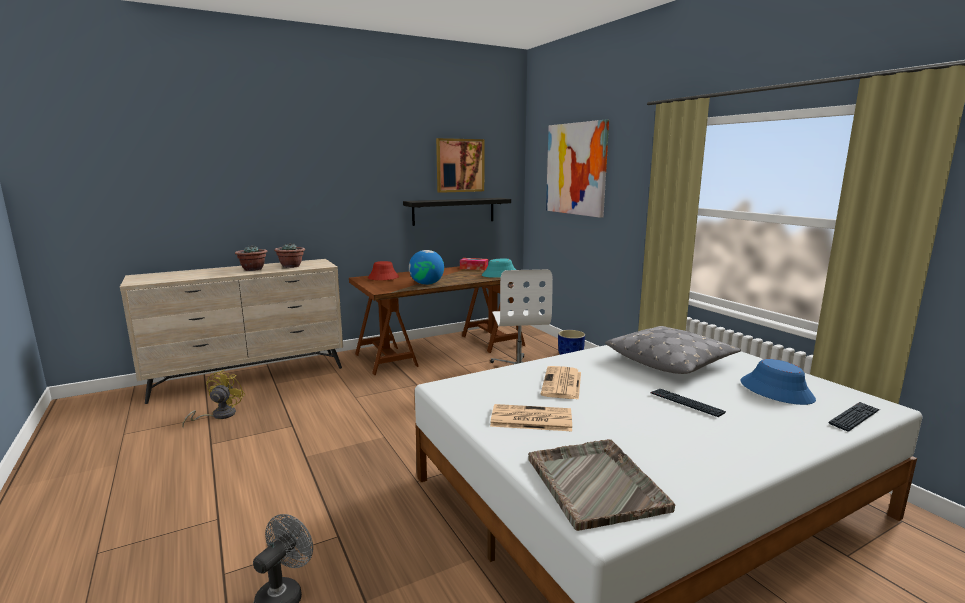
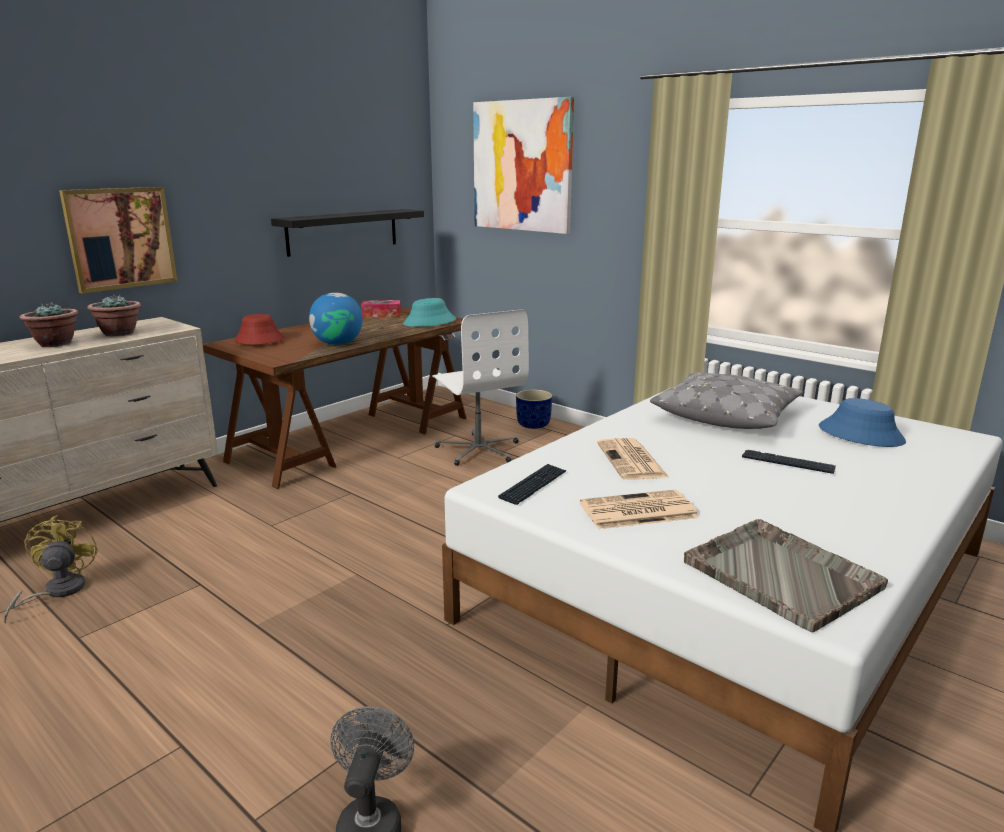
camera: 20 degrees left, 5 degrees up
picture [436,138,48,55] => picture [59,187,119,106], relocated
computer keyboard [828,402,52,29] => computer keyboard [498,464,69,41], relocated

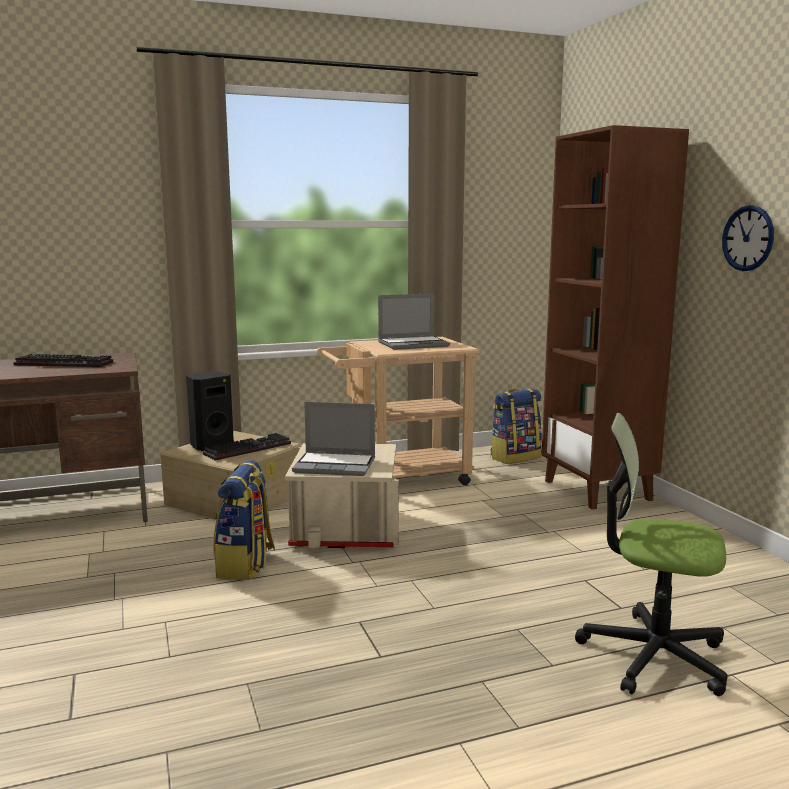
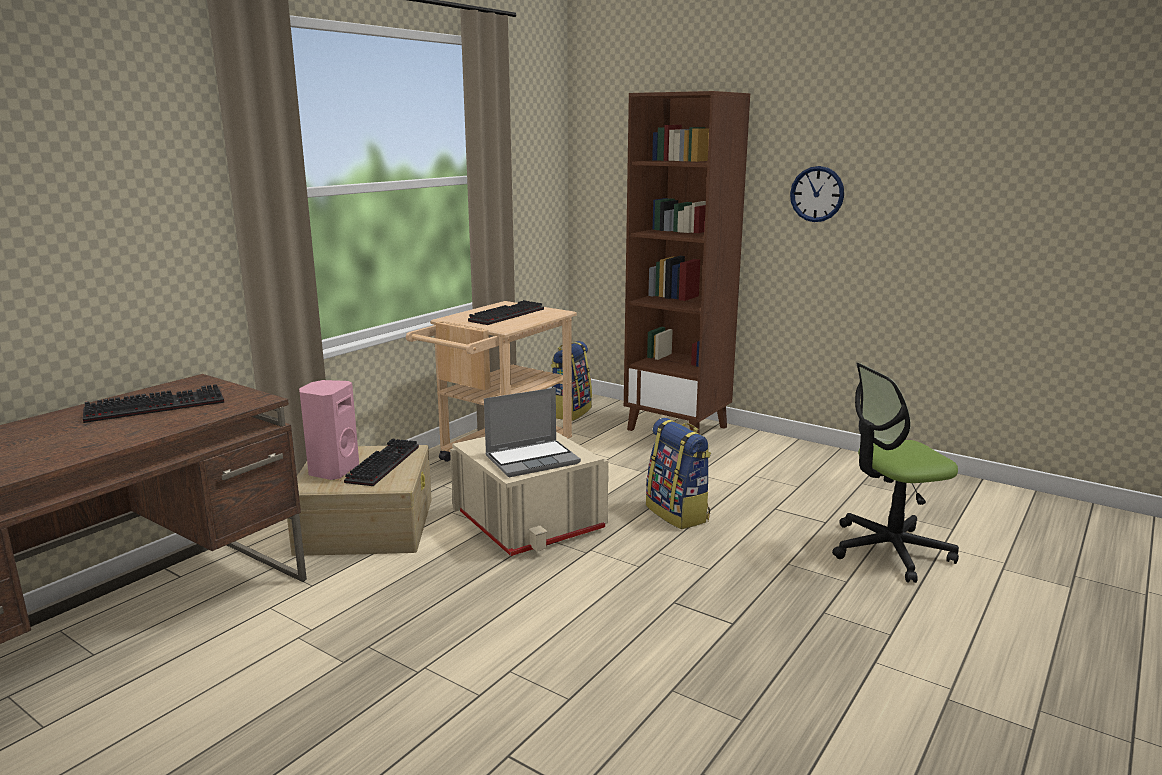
camera: 35 degrees left, 5 degrees up
audio speaker (black) [186,371,48,80] => audio speaker (pink-coloured) [299,380,60,100]
rucksack [213,460,62,120] => rucksack [646,418,65,111], relocated
laptop [378,293,72,57] => computer keyboard [468,300,76,25]

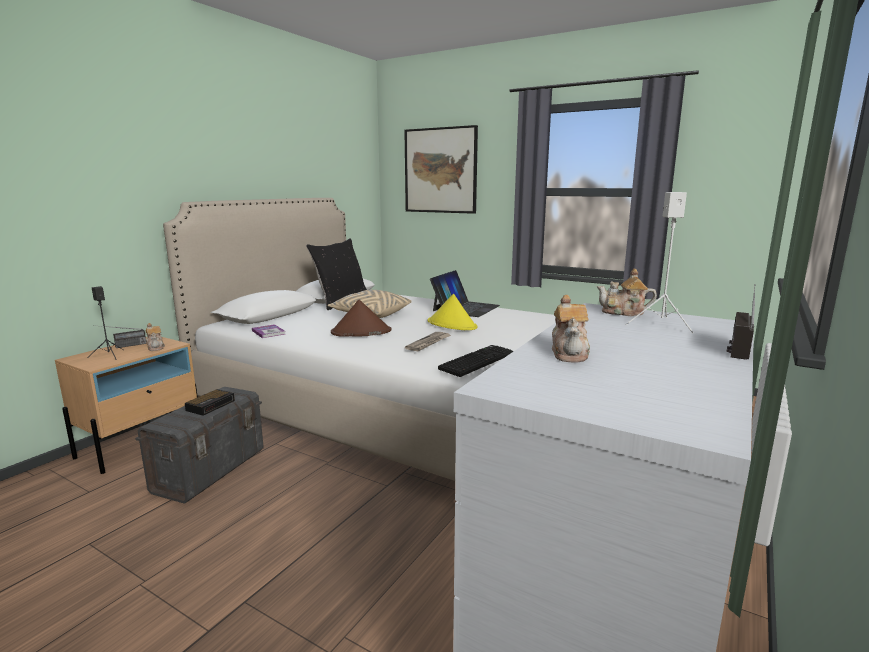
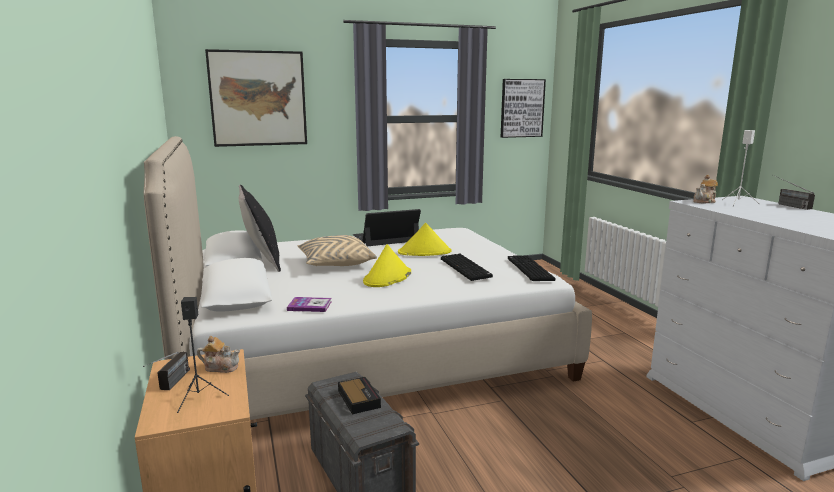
camera: 50 degrees left, 0 degrees up
clothing hat (brown-coloured) [331,300,60,37] => clothing hat (yellow-coloured) [363,244,48,43]
daily paper [405,332,46,19] => computer keyboard [441,253,52,28]
laptop [430,270,70,47] => laptop [353,209,68,37], 90 degrees counterclockwise
tea pot [552,295,38,67] => nothing
nothing => picture [501,79,45,59]

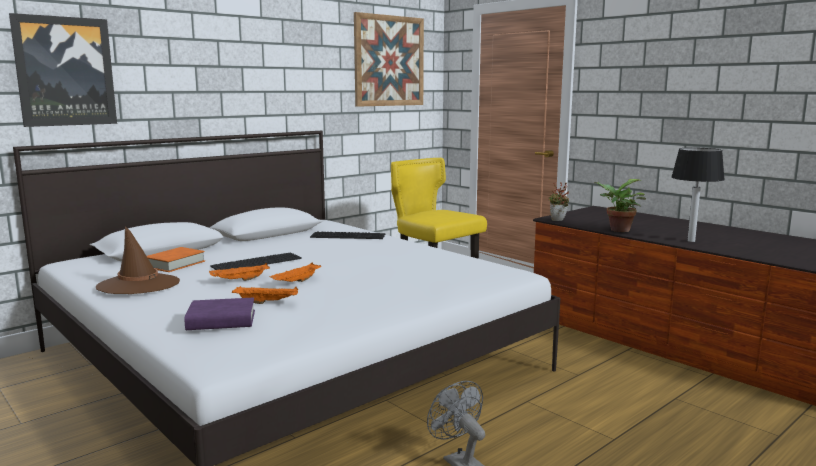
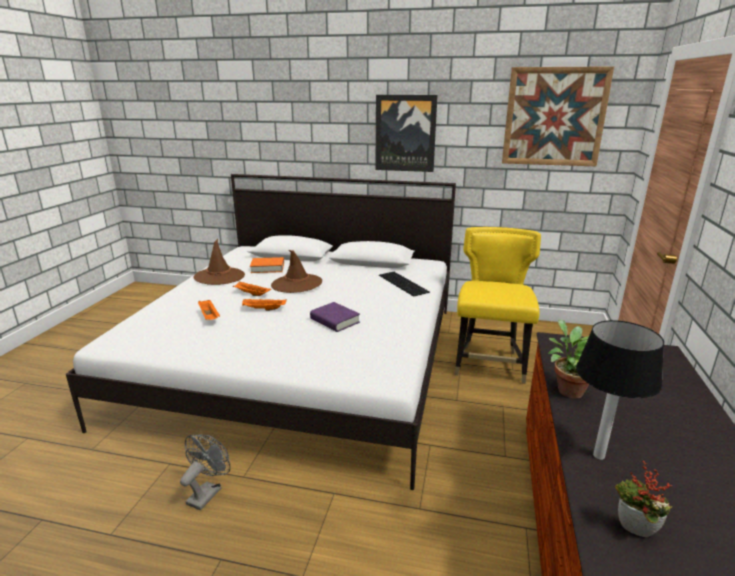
camera: 55 degrees right, 10 degrees up
picture [9,13,108,114] => picture [375,95,62,77], relocated
bound book (purple-coloured) [184,297,71,33] => bound book (purple-coloured) [310,302,50,30], relocated
computer keyboard [210,252,92,18] => clothing hat (brown-coloured) [271,250,51,43]
plant in a pot [549,182,20,39] => plant in a pot [615,461,57,76], relocated

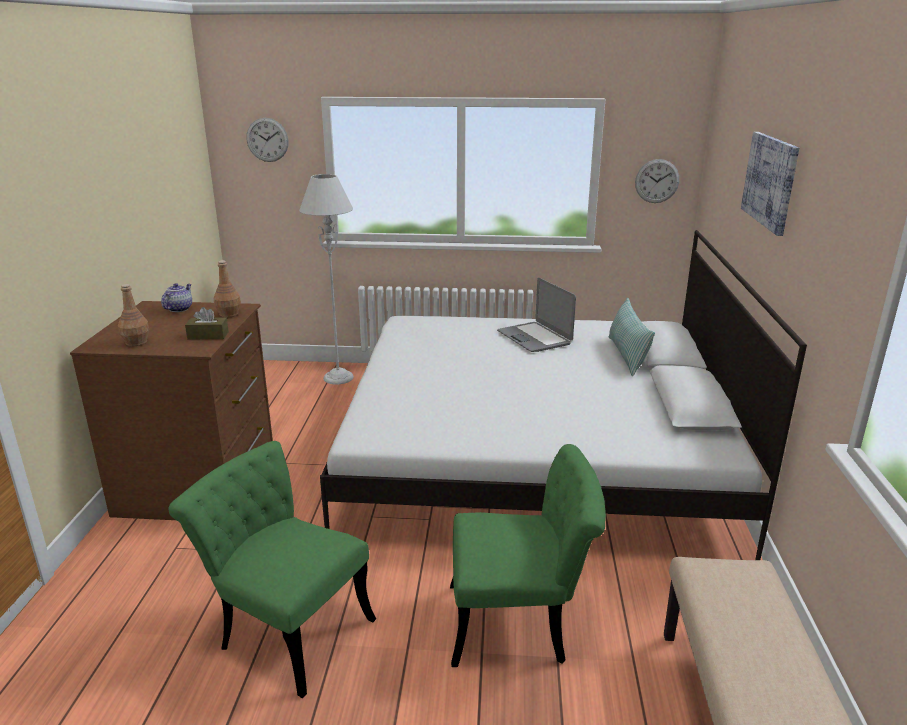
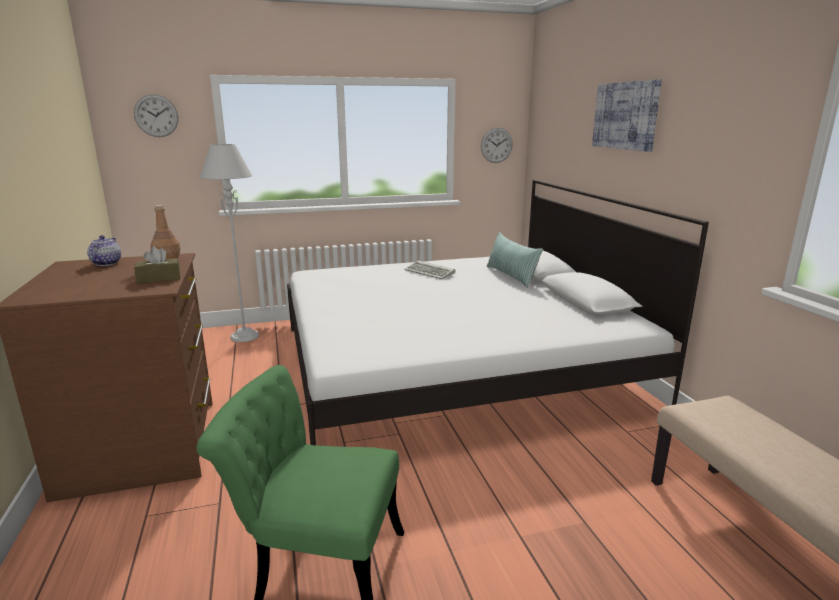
camera: 20 degrees left, 5 degrees down
beverage bottle (brown-coloured) [118,284,31,62] => nothing
upright chair (green) [450,444,156,223] => nothing
laptop [497,278,79,74] => computer keyboard [404,260,51,19]

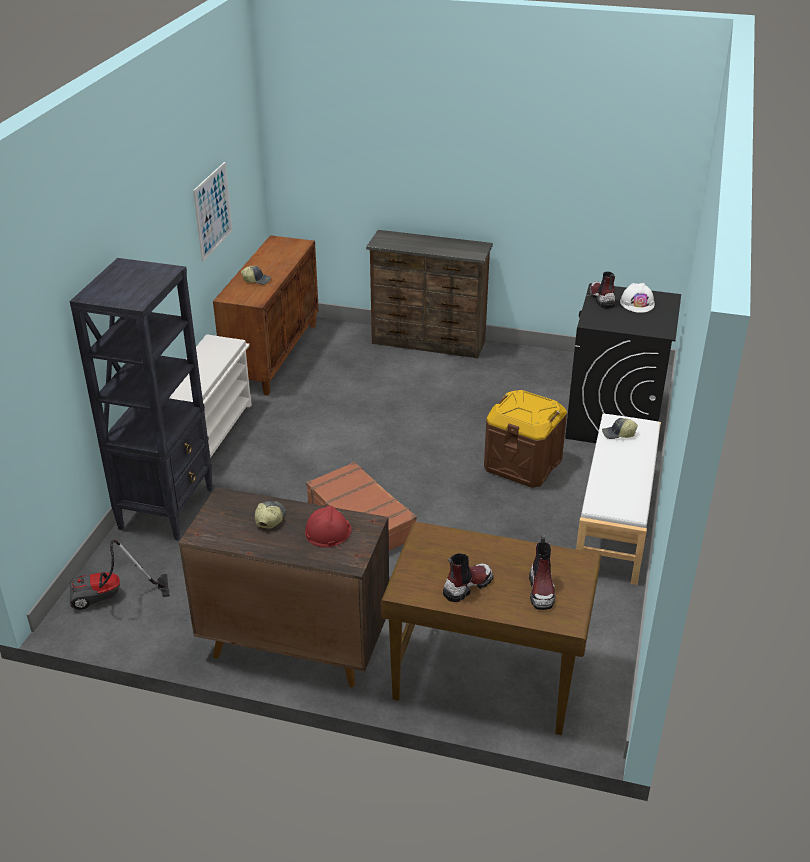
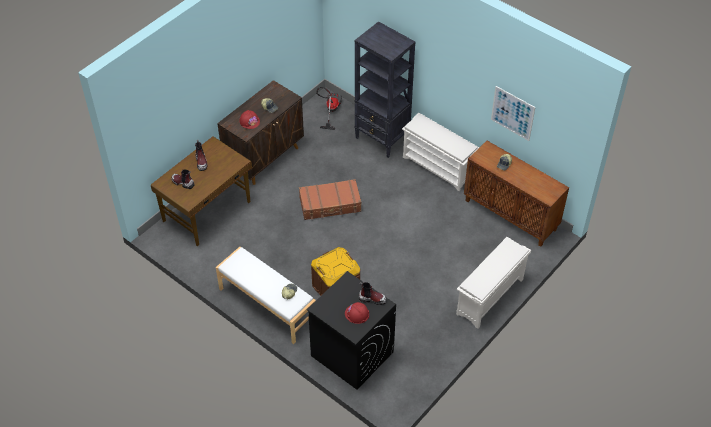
camera: 115 degrees right, 15 degrees up
drawer chest (brown-coloured) [366,230,127,129] => shoe shelf (white) [456,237,75,92]
work helmet (white) [620,283,35,30] => work helmet (red-coloured) [345,302,24,22]

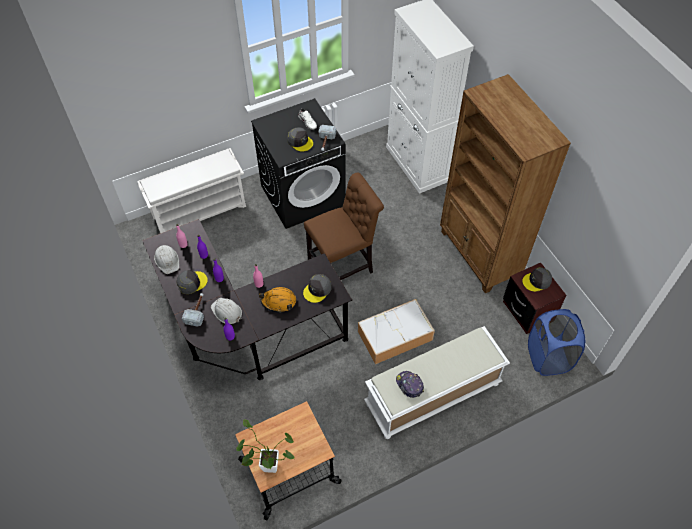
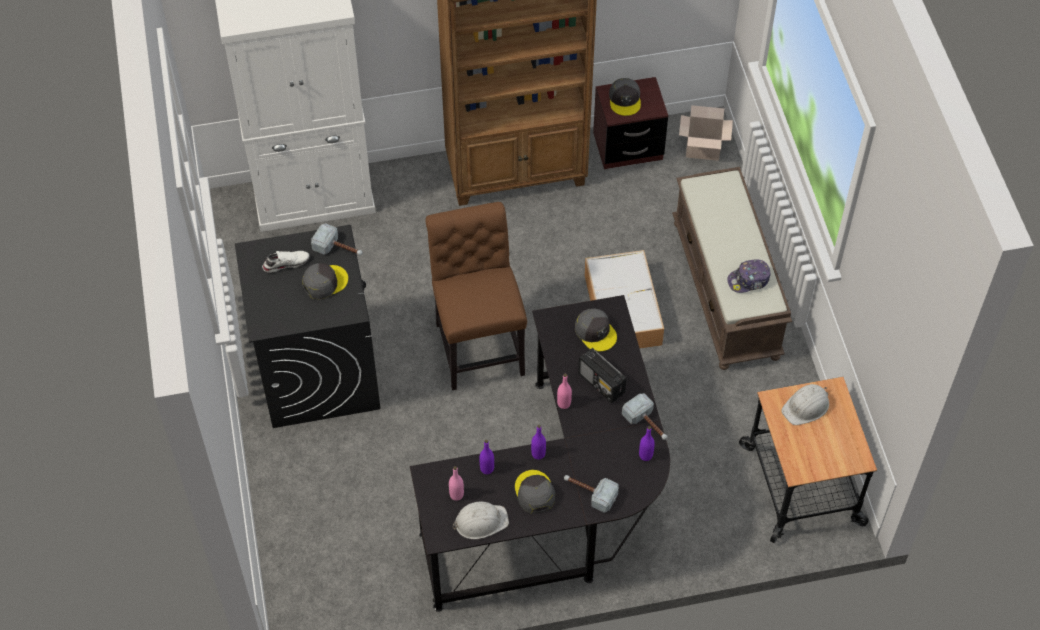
camera: 75 degrees left, 0 degrees up
shoe shelf (white) [137,148,109,85] => nothing
work helmet (white) [211,298,31,26] => work helmet (white) [781,384,48,41], relocated
plant in a pot [237,419,58,54] => nothing
work helmet (orange-coloured) [259,287,37,26] => radio [578,348,48,55]
indoor bench (white) [364,326,146,113] => indoor bench (brown-coloured) [672,167,120,203]
hamper (blue-coloured) [528,309,57,67] => cardboard box [679,105,54,56]
nothing => hammer [622,393,45,47]

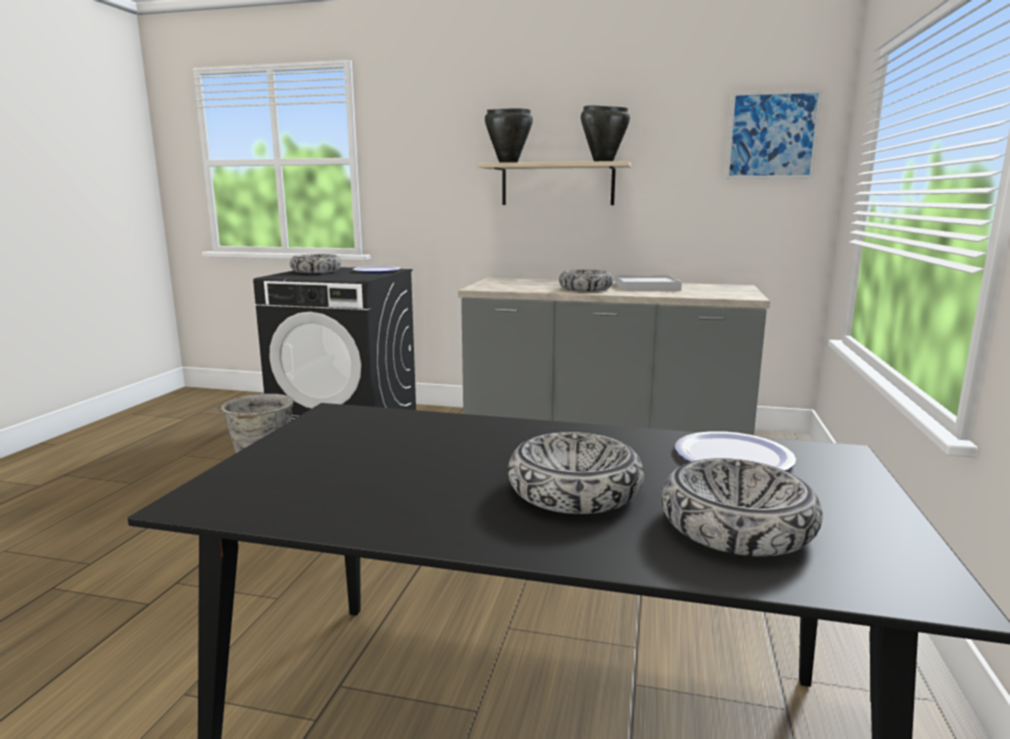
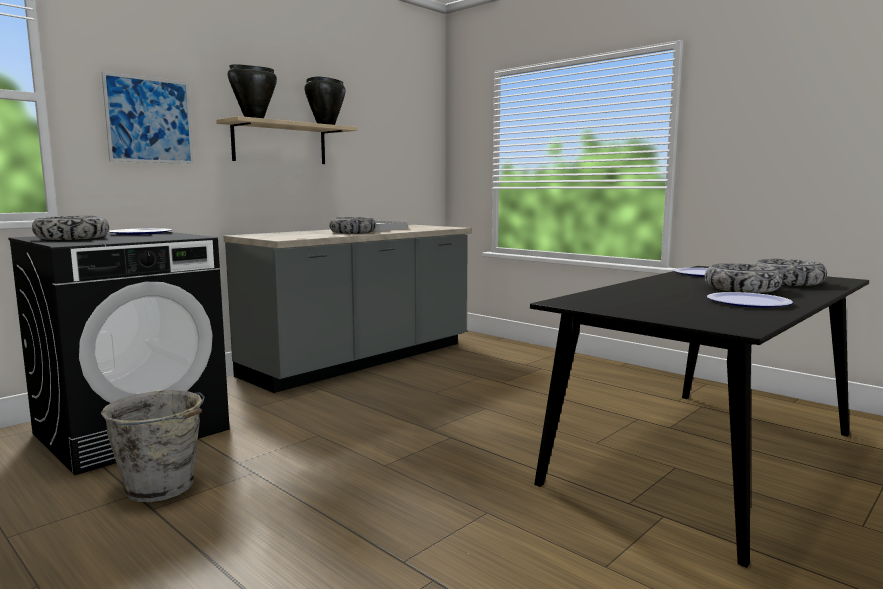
camera: 60 degrees left, 5 degrees down
picture [726,90,96,89] => picture [102,72,92,92], relocated
nothing => plate [707,292,86,16]

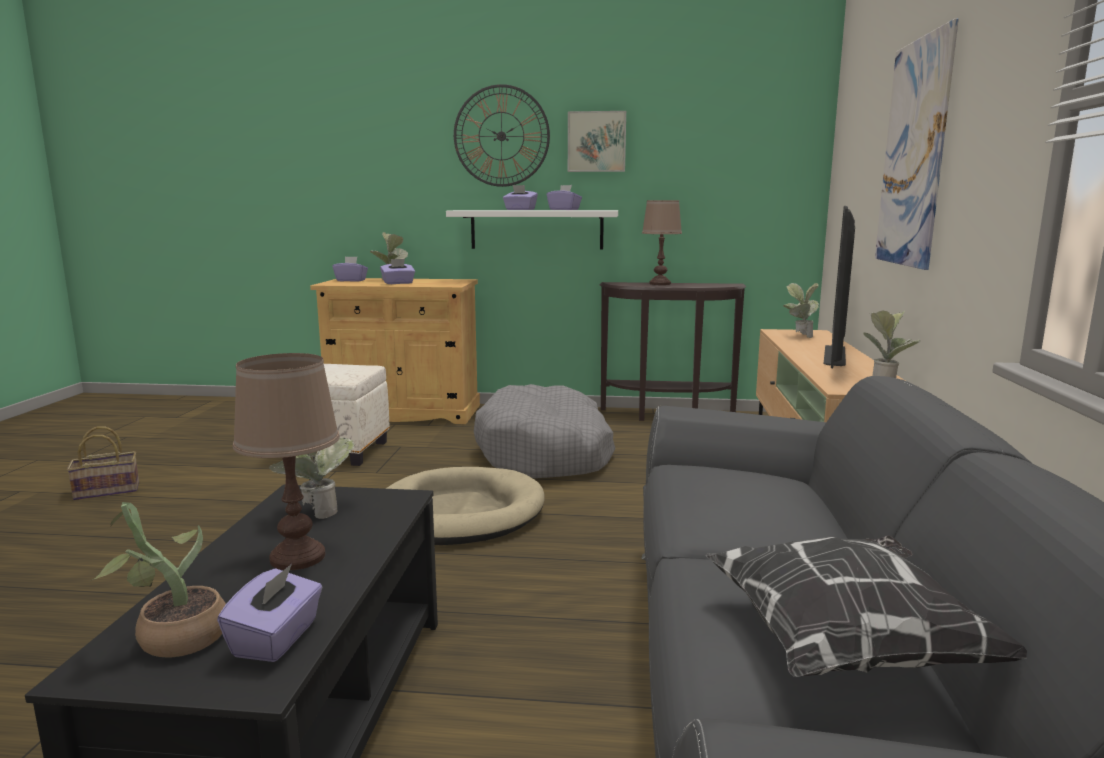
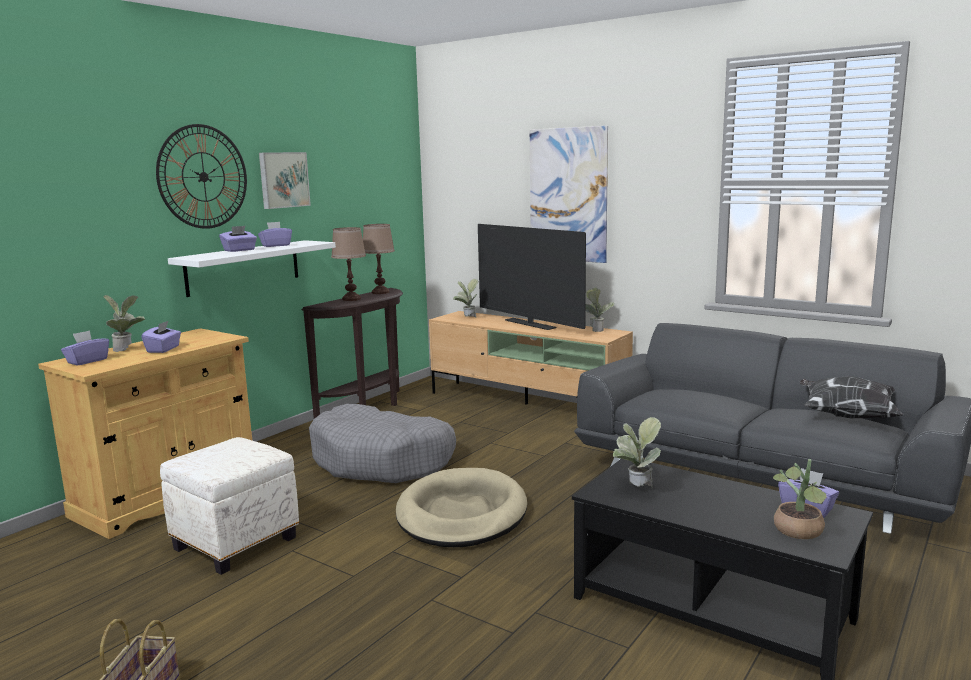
camera: 60 degrees left, 0 degrees up
table lamp (brown-coloured) [233,353,107,217] => table lamp (brown-coloured) [363,224,32,70], relocated

